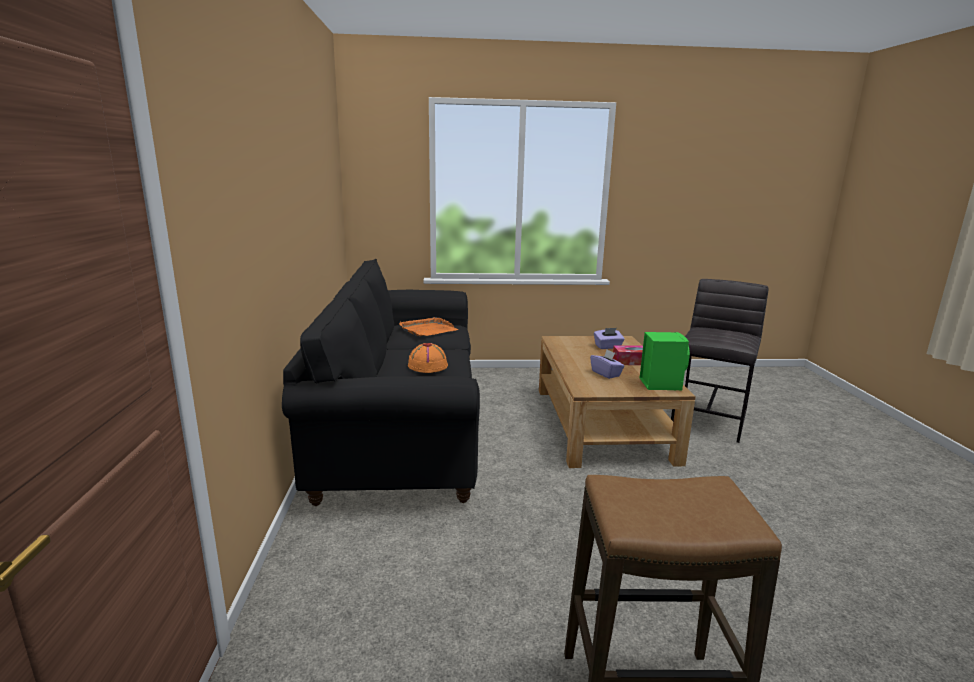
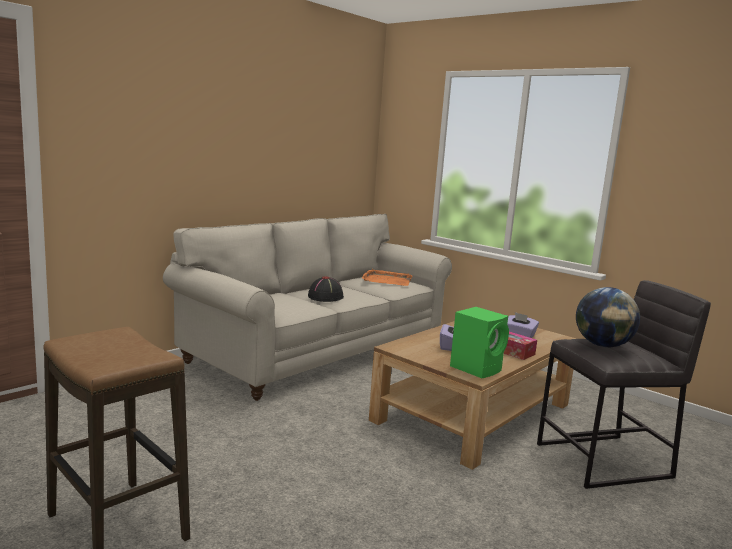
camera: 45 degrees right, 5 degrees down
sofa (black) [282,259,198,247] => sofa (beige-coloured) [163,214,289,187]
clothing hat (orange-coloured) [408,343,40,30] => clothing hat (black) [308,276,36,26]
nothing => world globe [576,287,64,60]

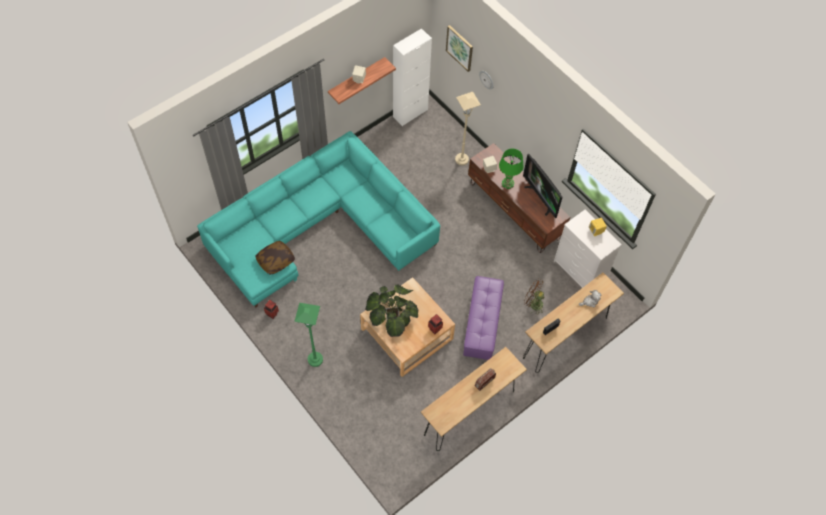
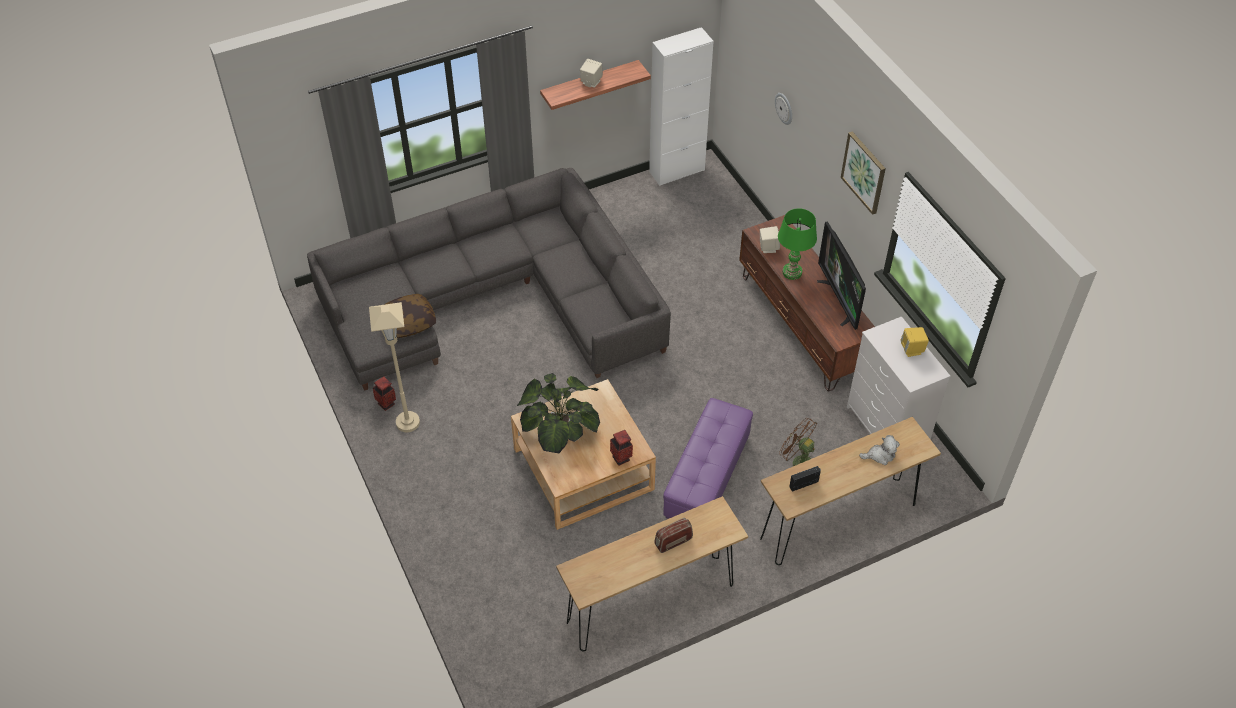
camera: 15 degrees right, 10 degrees down
sofa (turquoise-coloured) [197,131,243,177] => sofa (grey) [307,168,364,223]
floor lamp (green) [294,303,29,64] => nothing
picture [446,25,27,47] => picture [841,132,45,83], relocated
floor lamp (beige-coloured) [455,92,26,73] => floor lamp (beige-coloured) [369,302,51,130], relocated

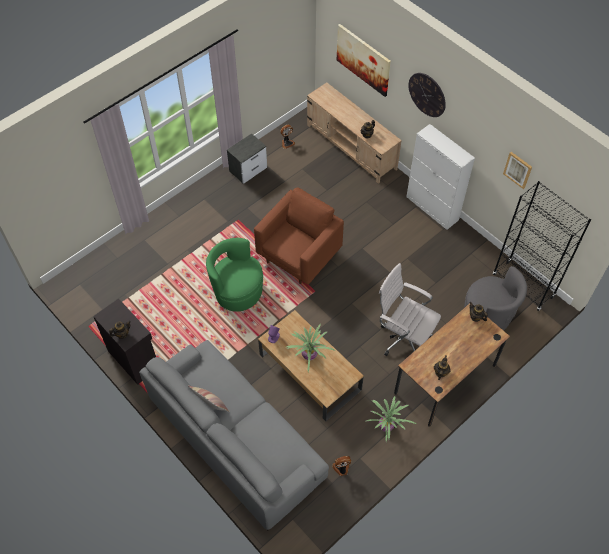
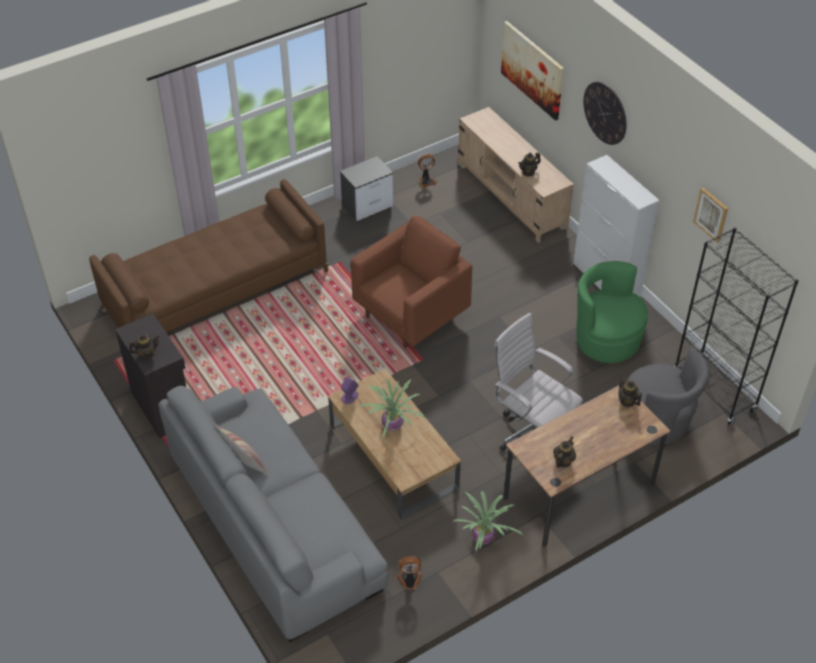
camera: 10 degrees right, 10 degrees down
easy chair (green) [206,238,57,74] => easy chair (green) [577,261,71,102], relocated
nothing => sofa (brown-coloured) [89,179,239,153]

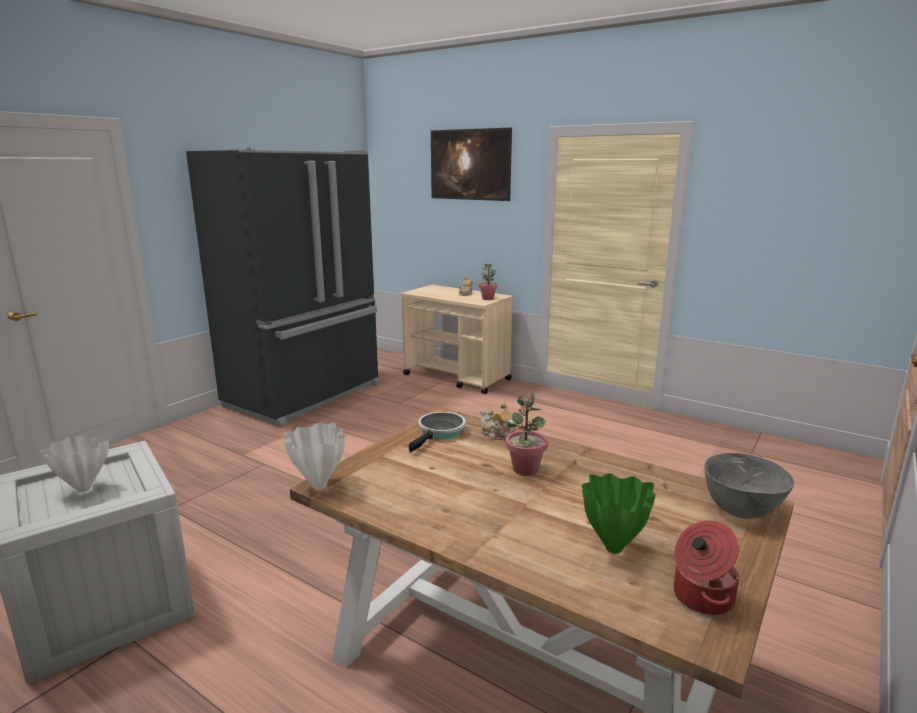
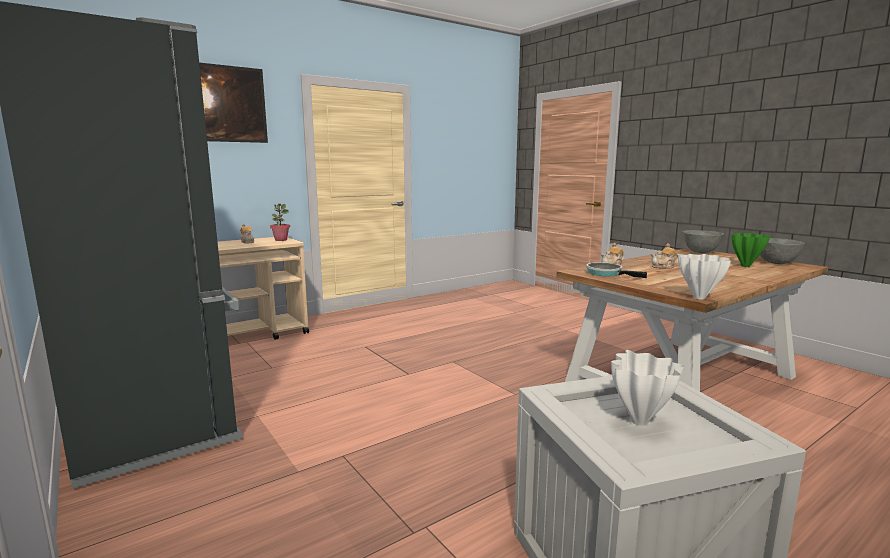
camera: 70 degrees left, 5 degrees down
plant in a pot [506,392,42,84] => tea pot [651,243,27,26]
stockpot [674,520,66,95] => bowl (grey) [760,238,45,26]

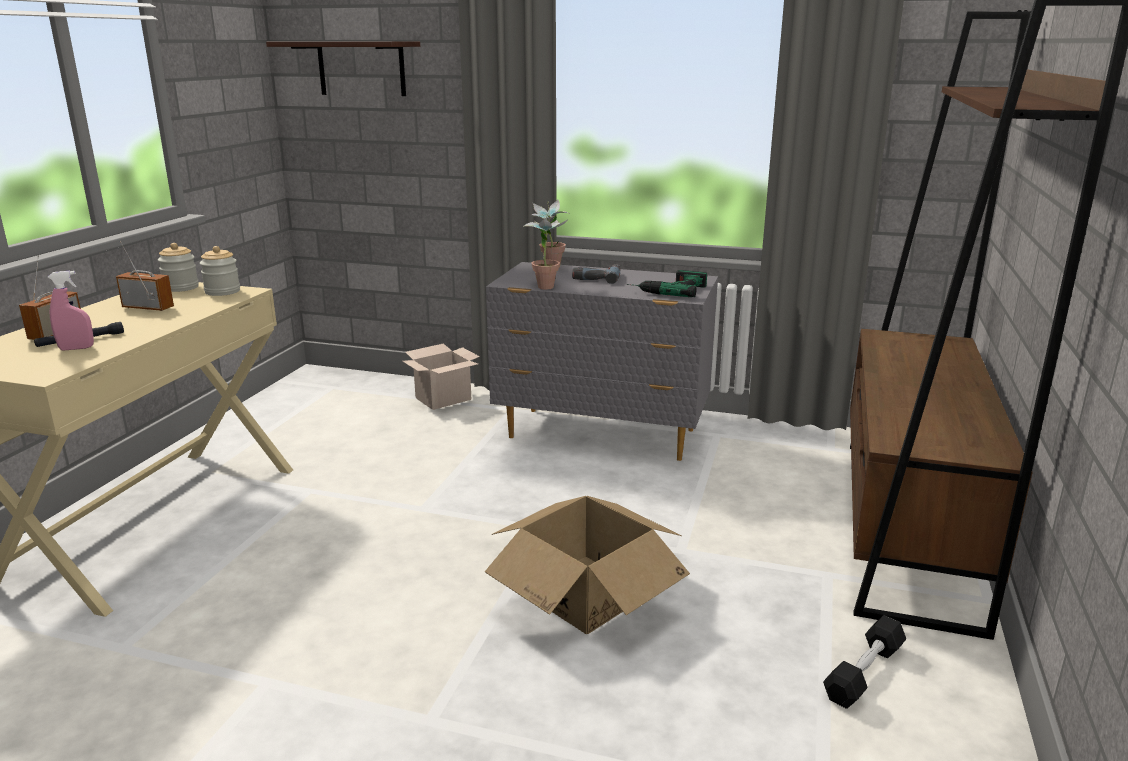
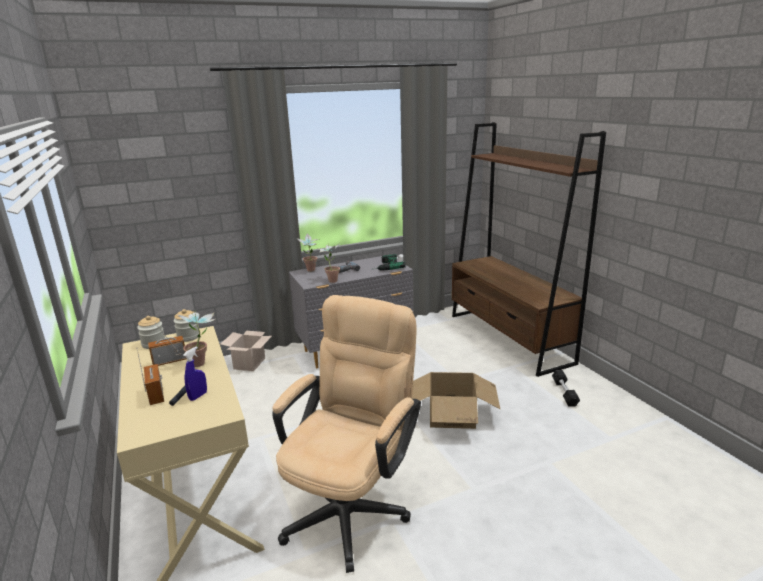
camera: 40 degrees left, 0 degrees up
sprayer (pink-coloured) [48,271,46,79] => sprayer (blue-coloured) [183,346,24,55]
shelf [266,42,154,54] => nothing
nothing => plant in a pot [177,311,38,56]
nothing => desk chair (beige-coloured) [272,295,149,278]

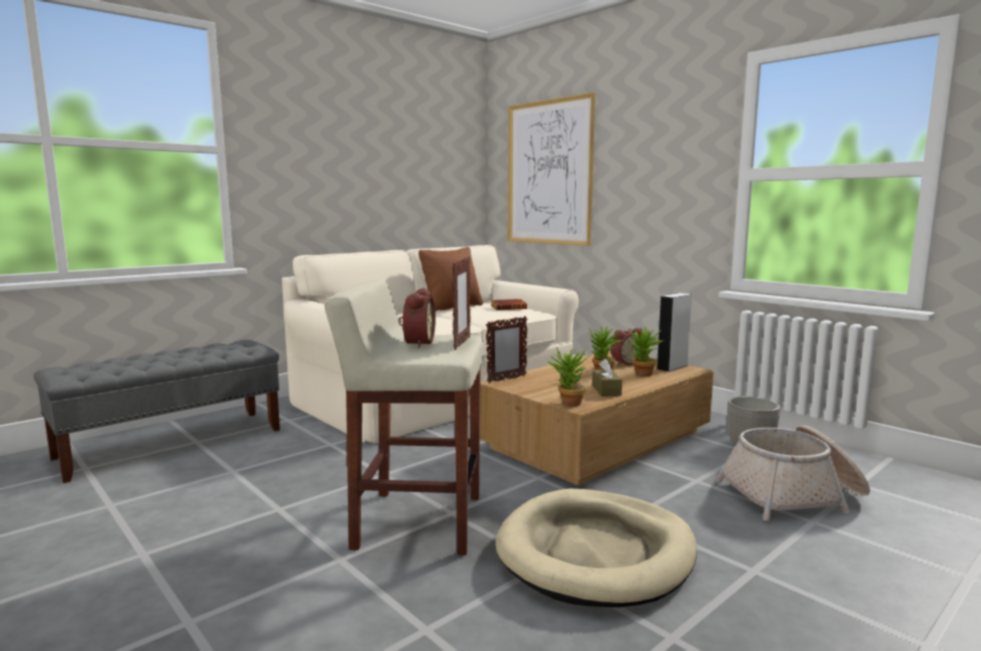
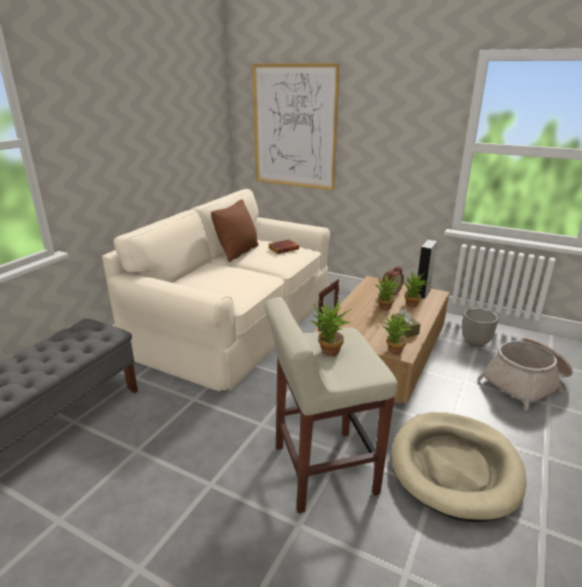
camera: 20 degrees left, 15 degrees up
bedside clock [399,288,37,60] => plant in a pot [311,300,40,56]
standing frame [452,257,19,93] => nothing

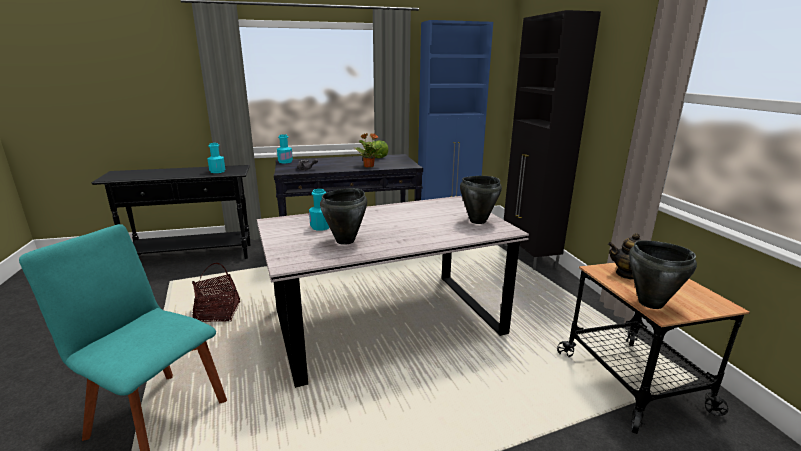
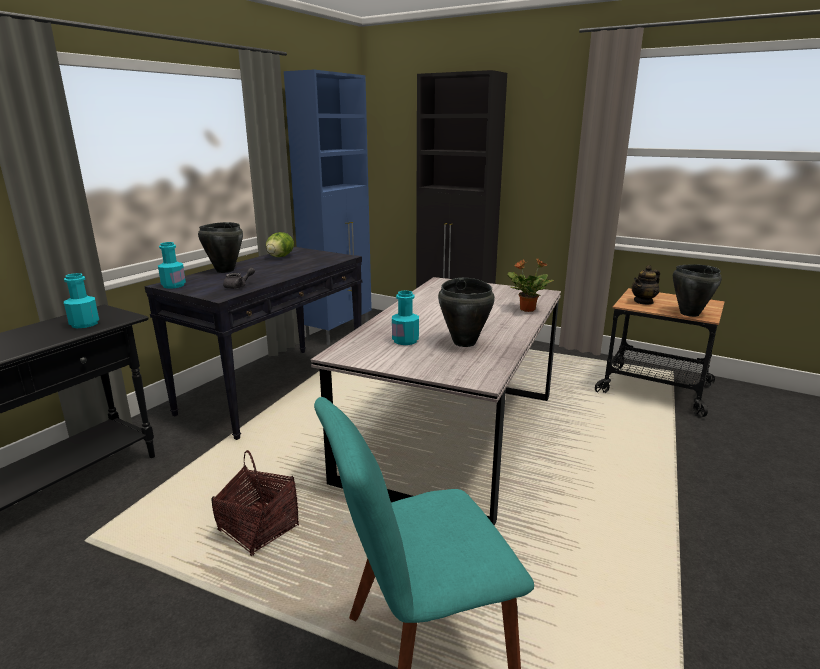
camera: 45 degrees left, 0 degrees up
plant in a pot [354,133,29,35] => plant in a pot [507,259,47,53], relocated
stockpot (black) [460,176,42,48] => stockpot (black) [198,222,45,51], relocated

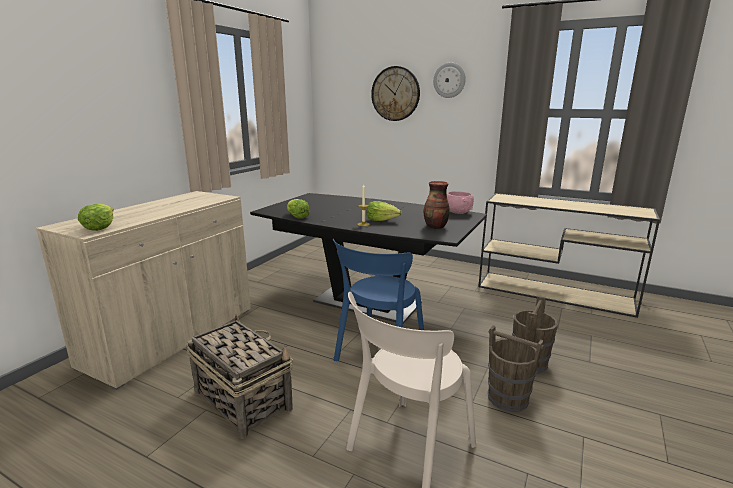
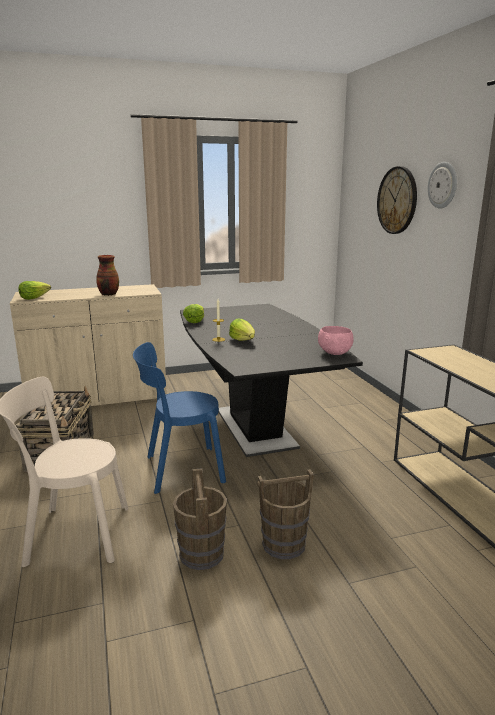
camera: 45 degrees right, 0 degrees up
decorative vase [424,181,25,48] => decorative vase [96,255,23,41], relocated

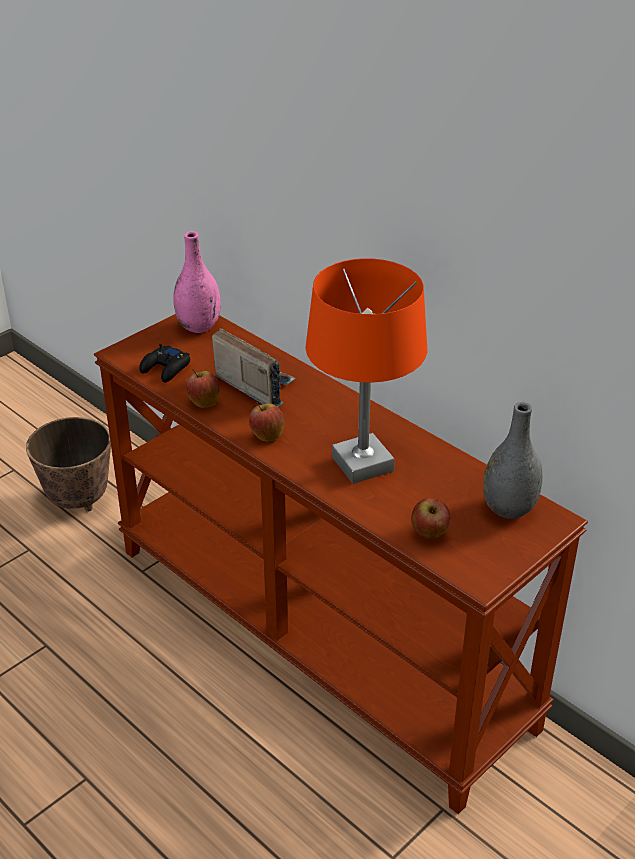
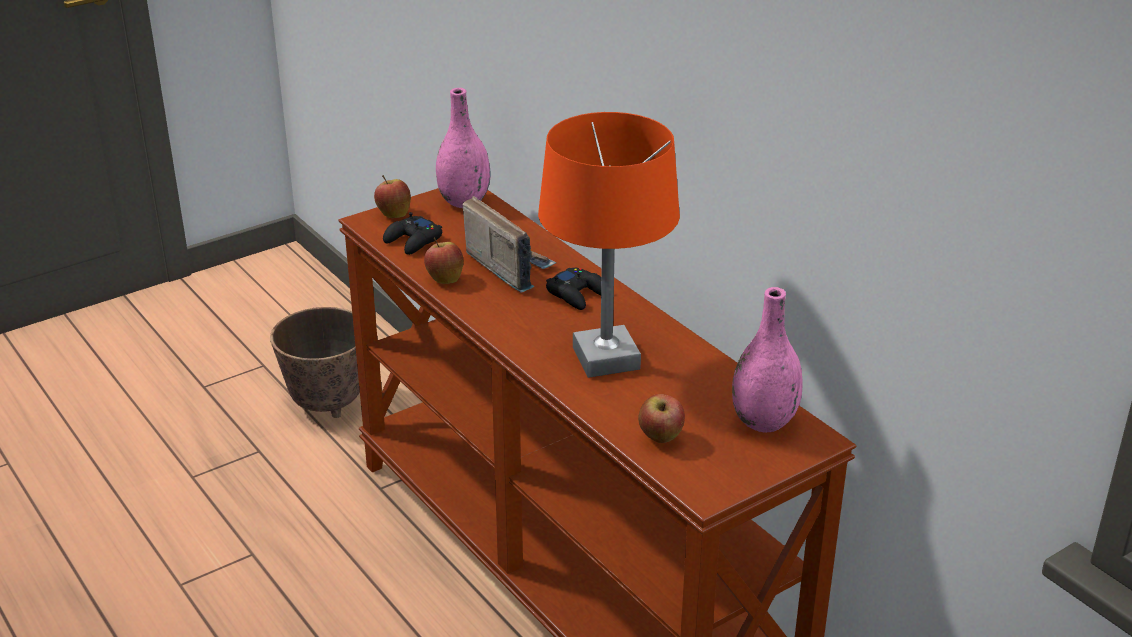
camera: 10 degrees right, 5 degrees down
apple [249,402,35,40] => apple [374,175,37,43], relocated
decorative vase (grey) [483,402,60,117] => decorative vase (pink-coloured) [732,287,71,146]
nothing => joypad (black) [546,267,55,43]

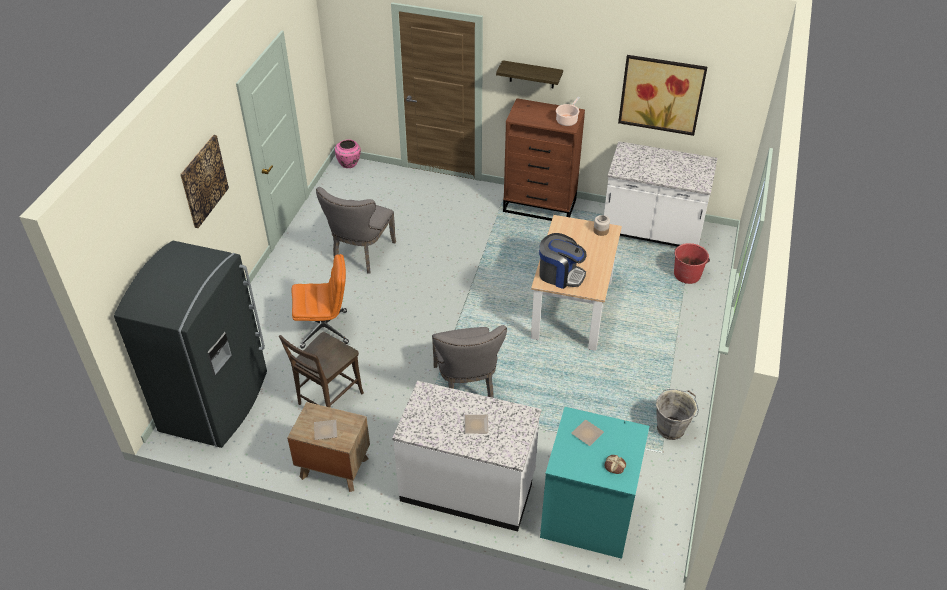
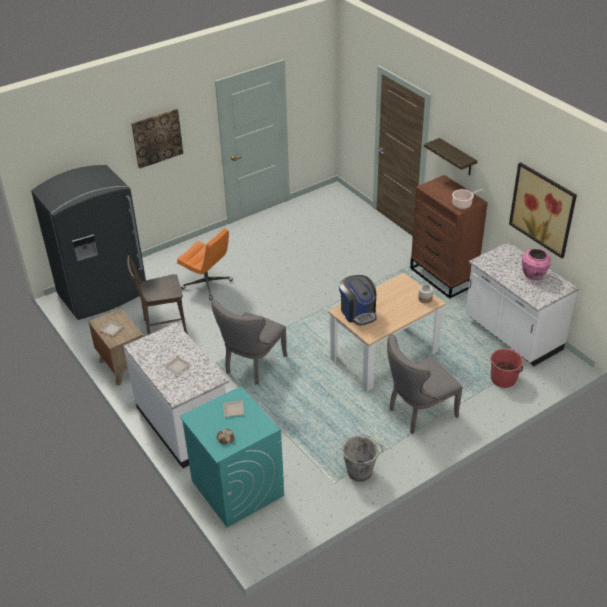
camera: 40 degrees right, 5 degrees down
upright chair (grey) [316,187,80,87] => upright chair (grey) [387,334,76,100], relocated
decorative vase (pink-coloured) [335,139,26,29] => decorative vase (pink-coloured) [522,249,29,31], relocated

